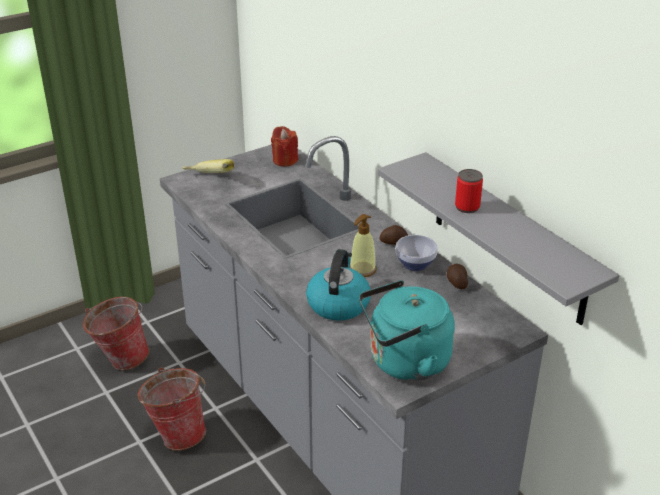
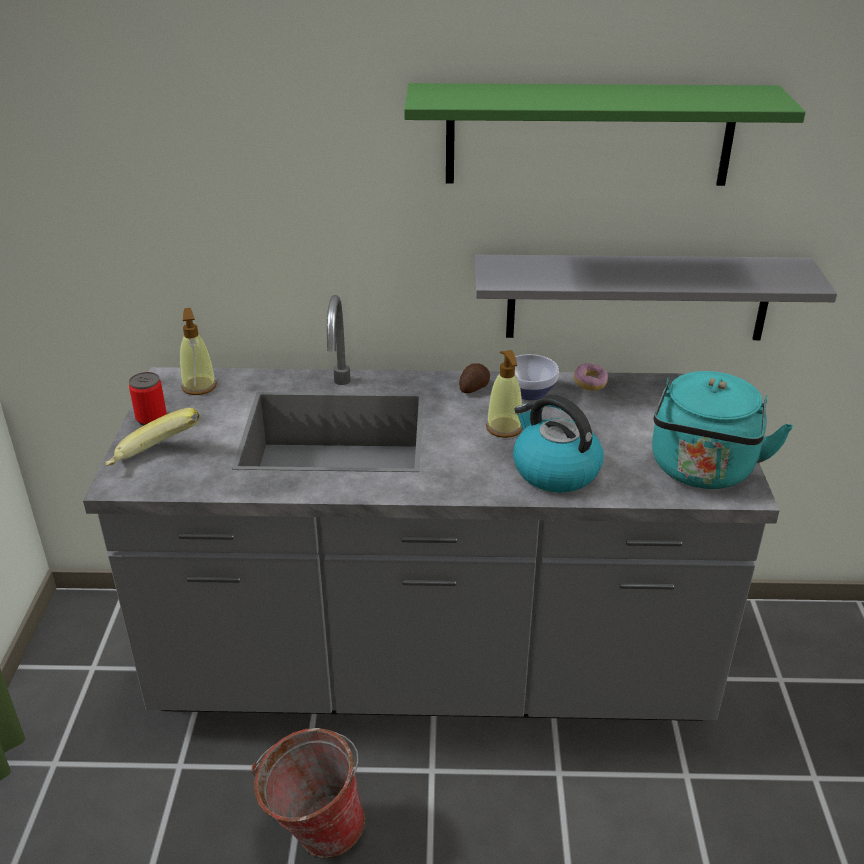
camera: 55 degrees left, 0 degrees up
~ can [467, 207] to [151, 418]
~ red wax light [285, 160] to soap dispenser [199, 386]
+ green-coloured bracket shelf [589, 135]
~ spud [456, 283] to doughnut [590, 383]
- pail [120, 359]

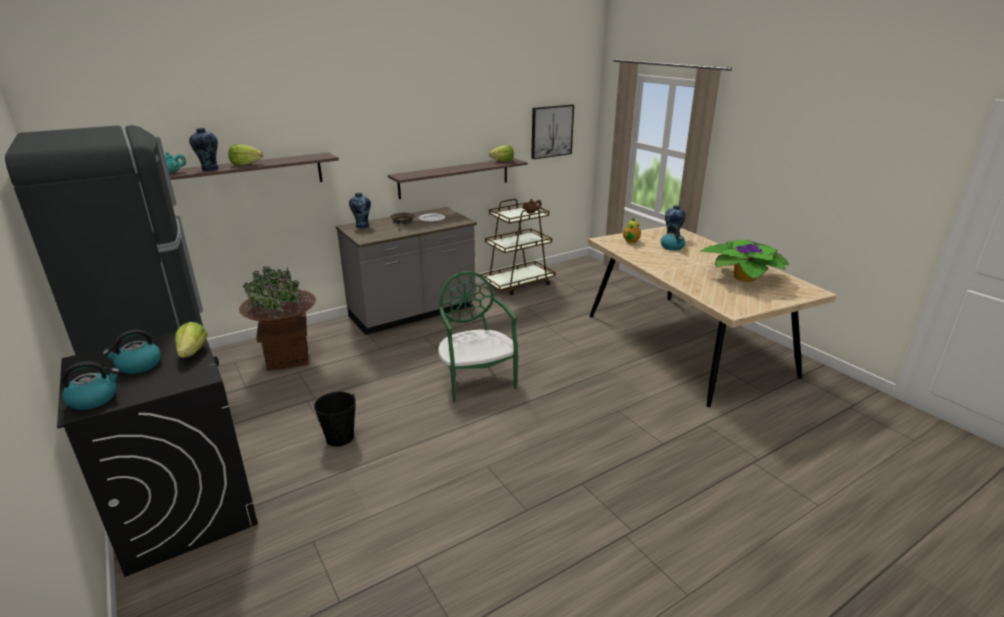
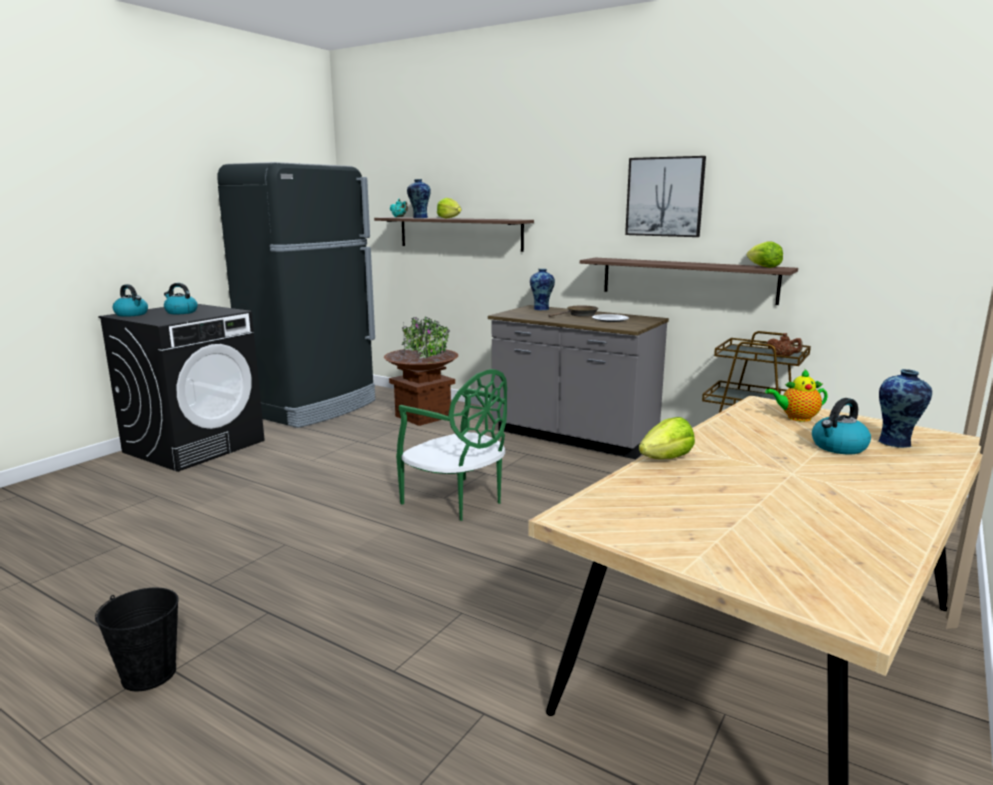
camera: 65 degrees right, 10 degrees down
~ black-coloured pail [339, 437] to [149, 673]
~ green-coloured upright chair [476, 380] = [457, 501] 90 degrees clockwise
~ picture [551, 131] to [664, 197]
~ lettuce [192, 352] to [666, 459]
- plant in a pot [742, 277]

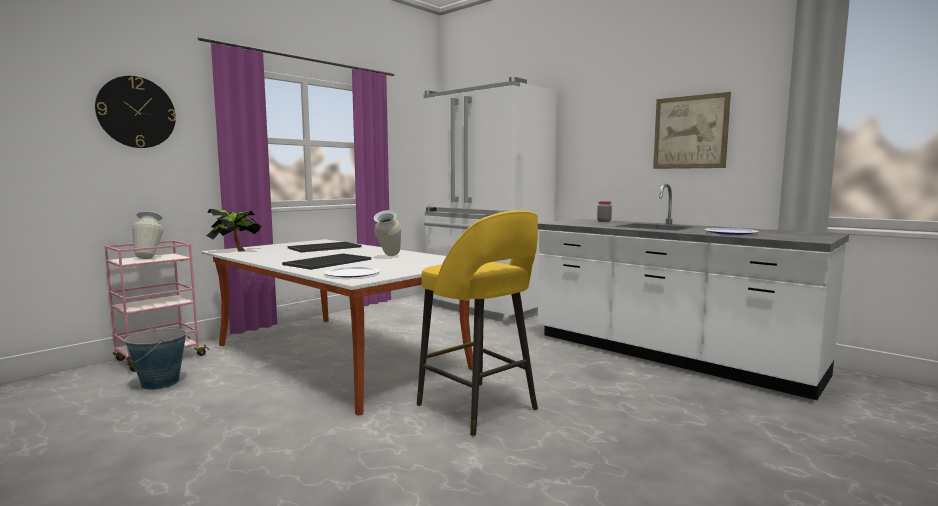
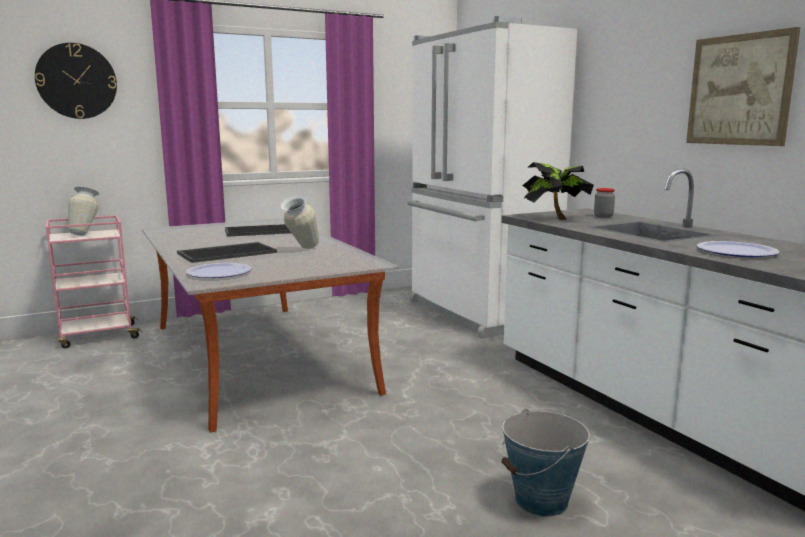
camera: 20 degrees right, 5 degrees up
~ pail [160, 383] to [541, 501]
~ plant in a pot [235, 251] to [553, 218]
- yellow-coloured stool [479, 408]

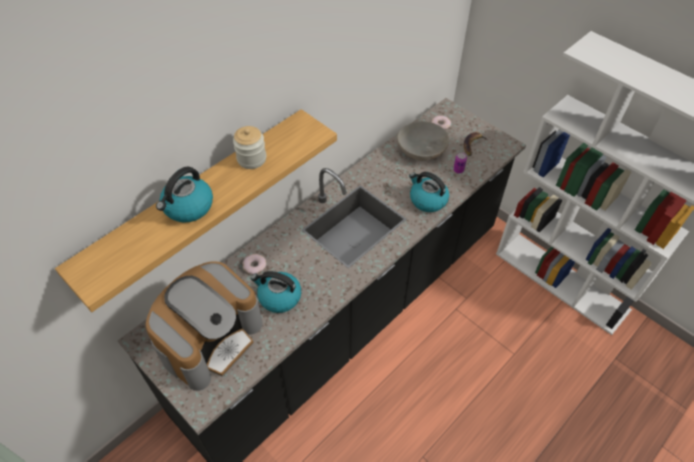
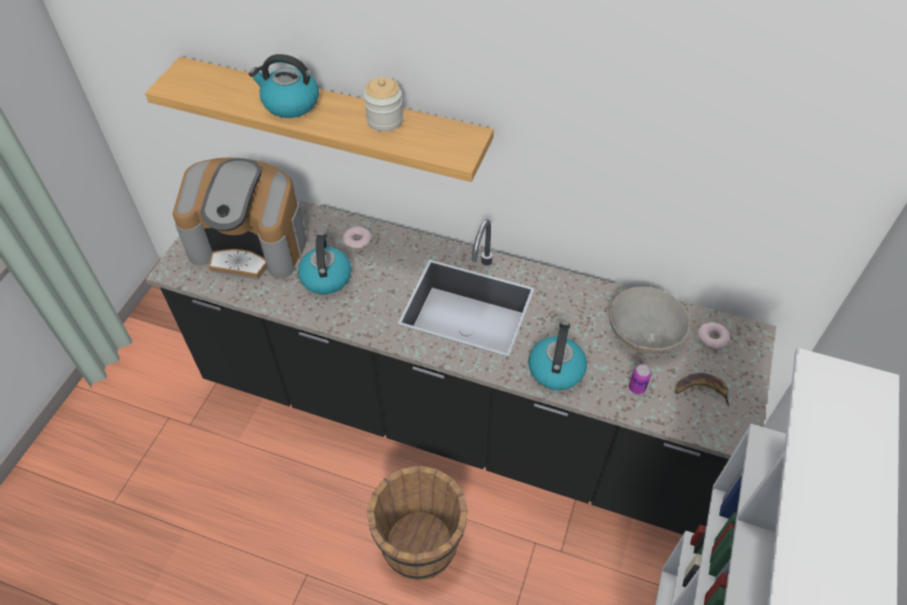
camera: 65 degrees right, 0 degrees up
+ brownish pail [420, 543]

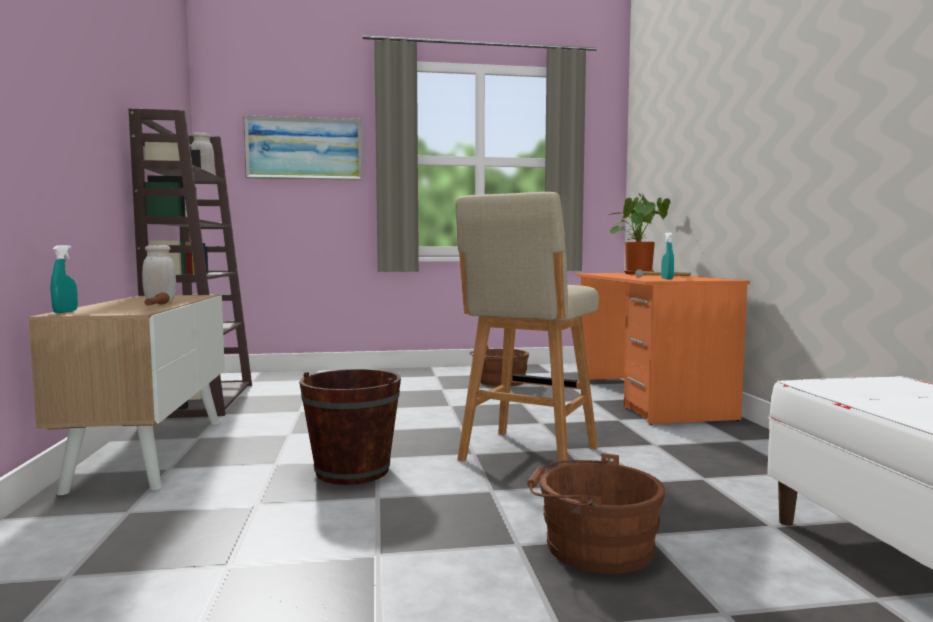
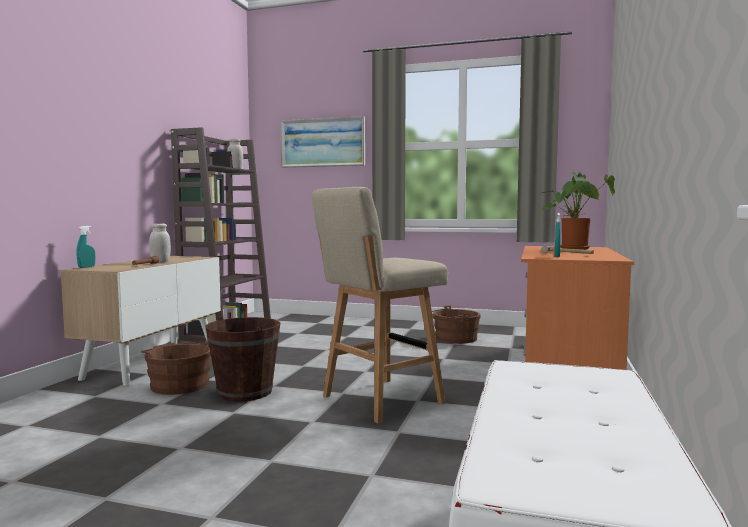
camera: 25 degrees right, 0 degrees up
~ brownish pail [592, 545] to [178, 384]

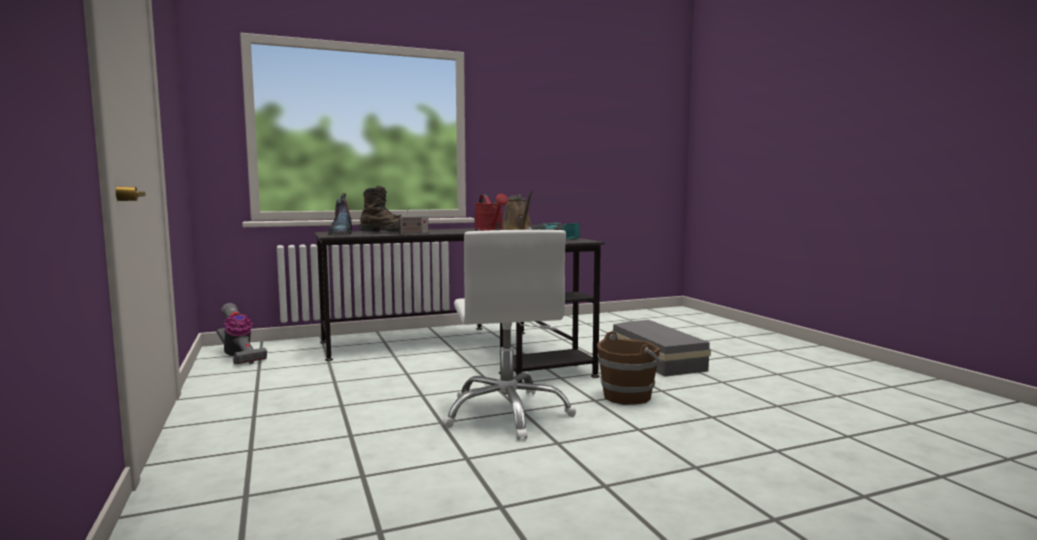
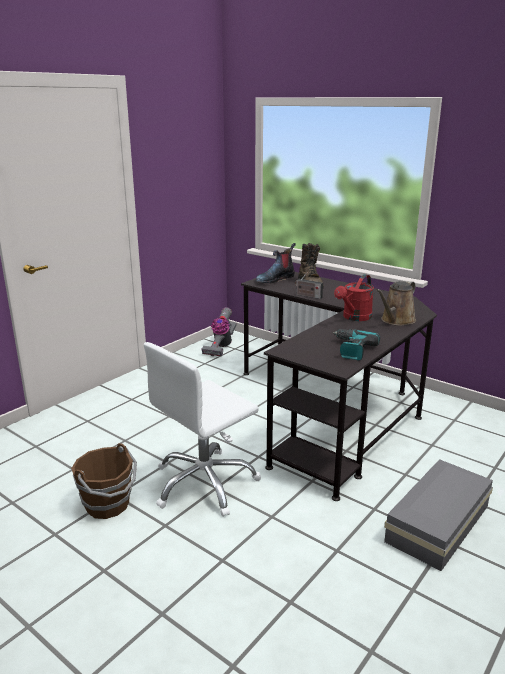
camera: 60 degrees right, 15 degrees up
~ brownish pail [628, 396] to [108, 505]

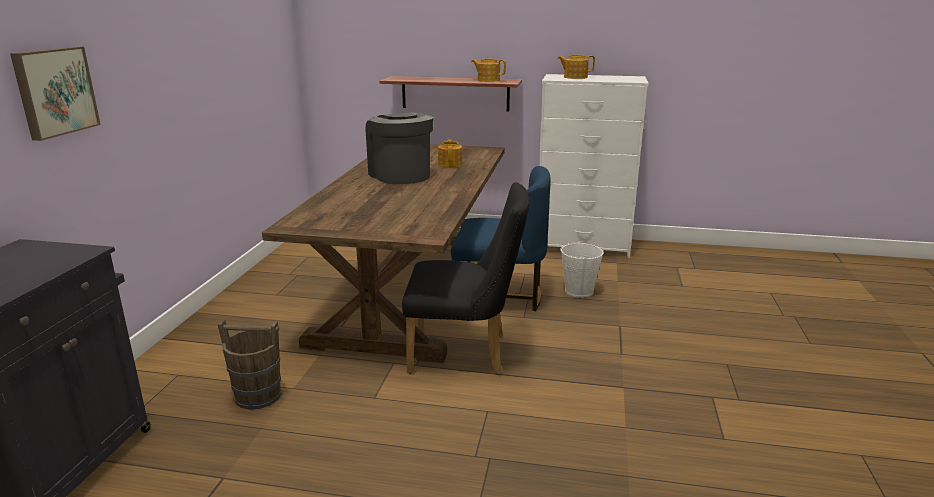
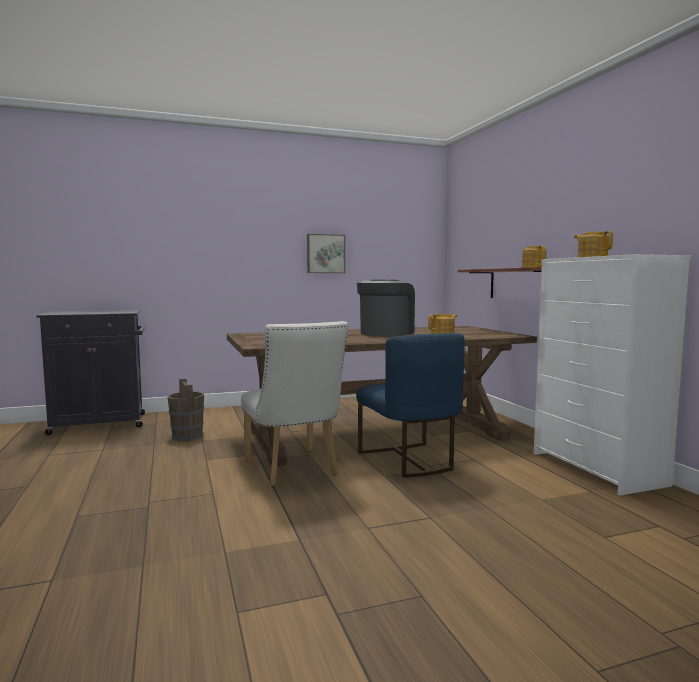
camera: 60 degrees right, 15 degrees down
~ black-coloured upright chair [466, 353] to white upright chair [294, 470]
~ picture [54, 91] to [325, 254]
- white pail [579, 291]

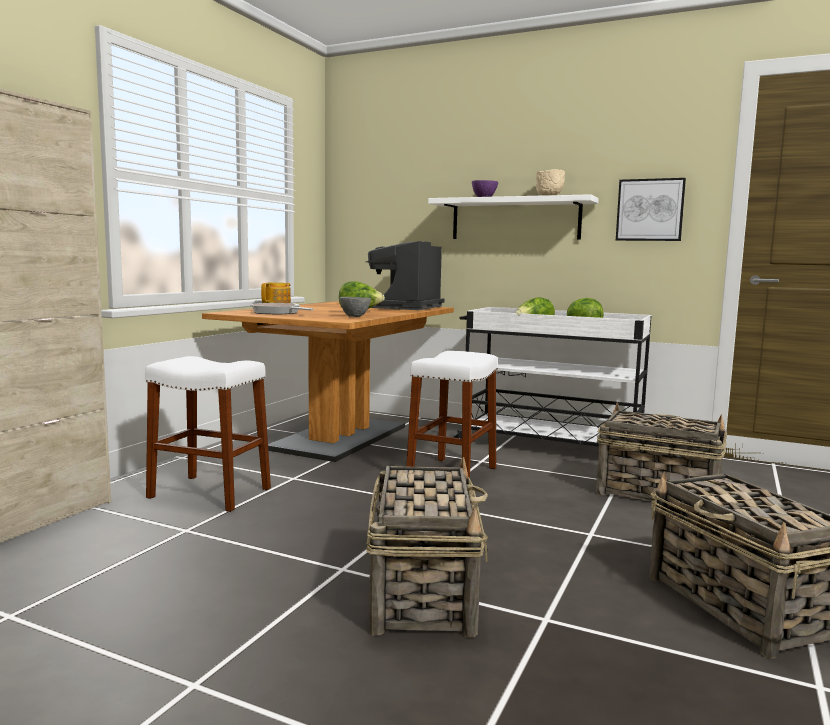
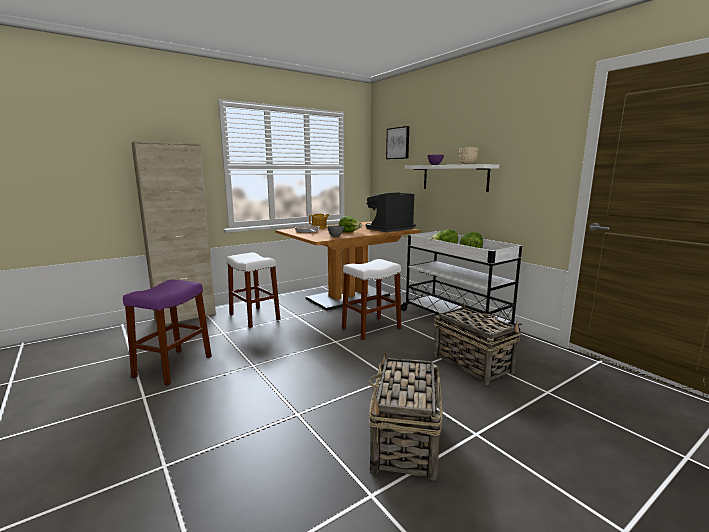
camera: 30 degrees right, 5 degrees up
+ purple-coloured stool [173, 366]
~ picture [650, 210] to [398, 143]
- storage basket [423, 591]

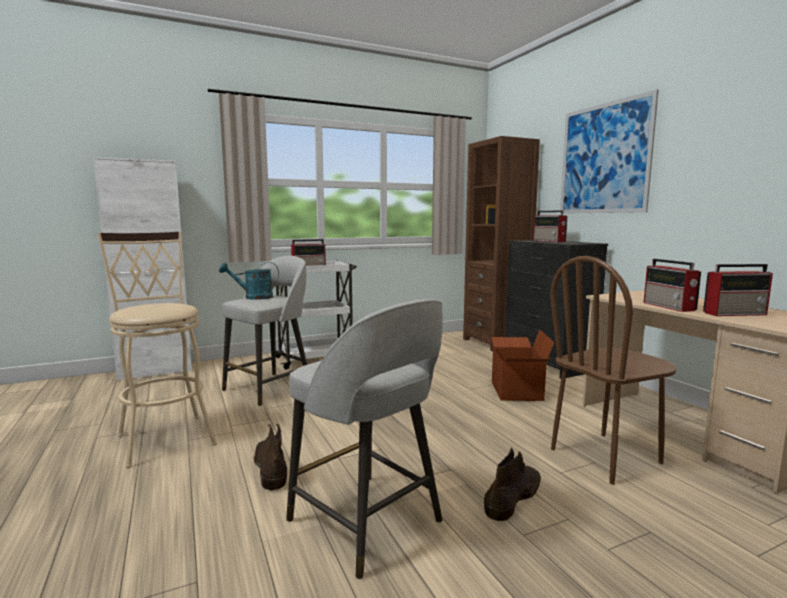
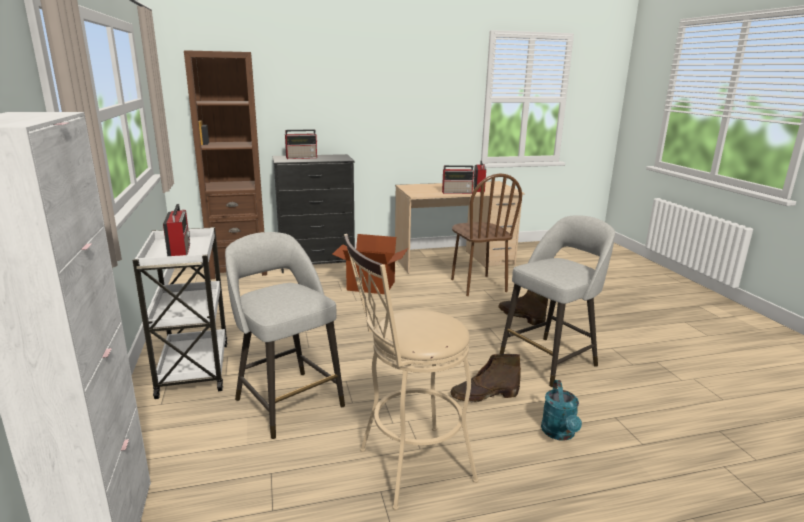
camera: 80 degrees left, 10 degrees up
~ turquoise watering can [253, 297] to [559, 434]
- picture [604, 159]

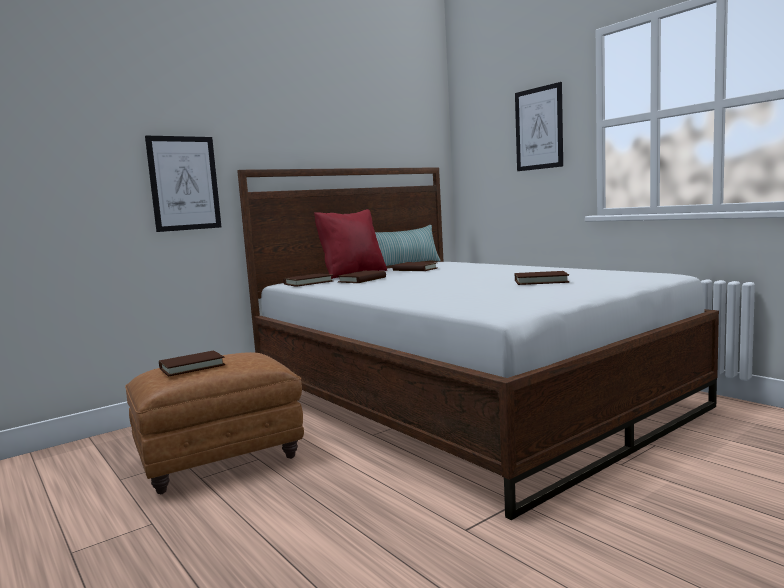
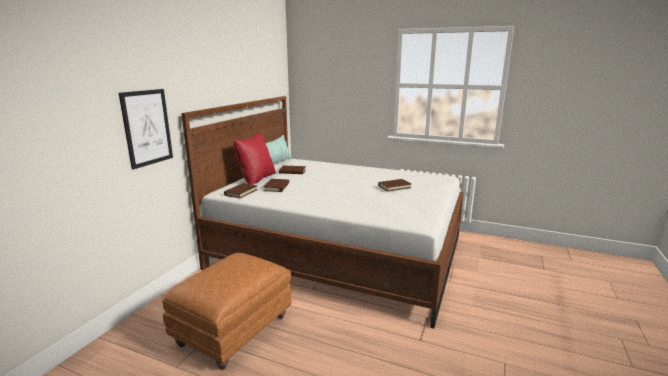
camera: 30 degrees left, 10 degrees up
- brownish volume [192, 367]
- picture [539, 128]

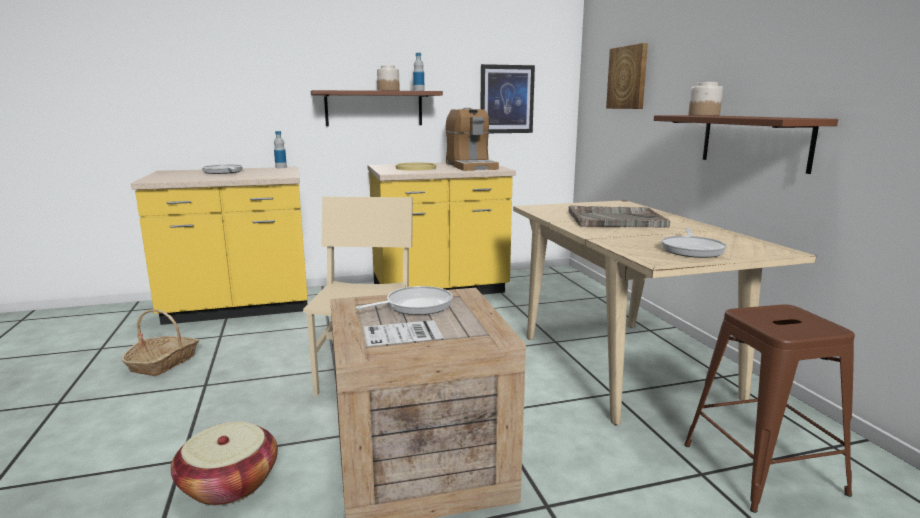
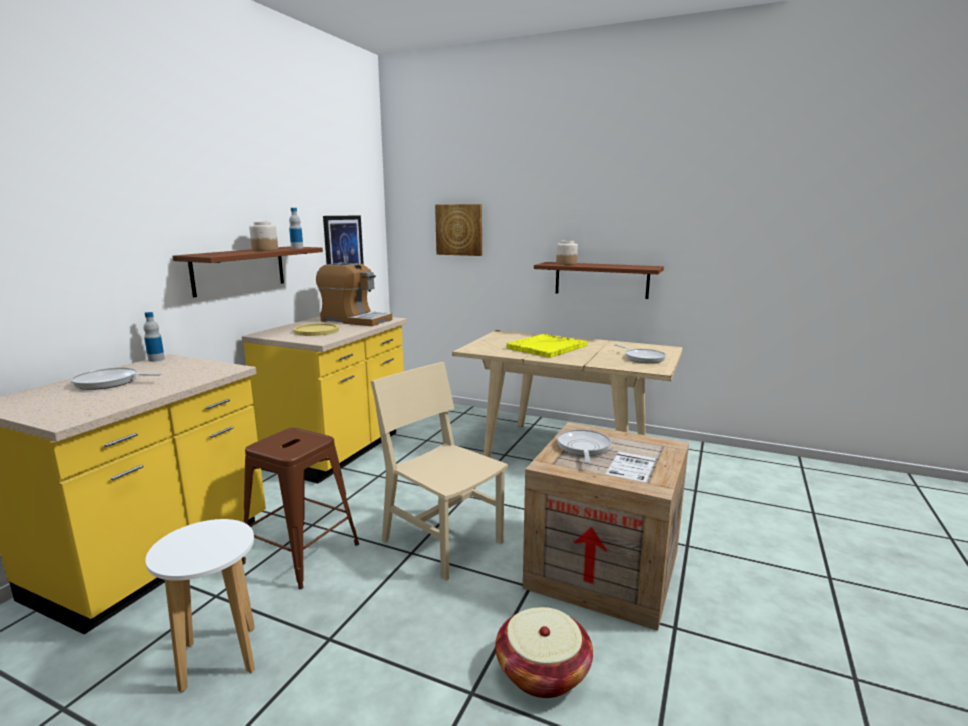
camera: 50 degrees left, 0 degrees up
~ storage basket [163, 363] to white stool [219, 657]
~ brownish stool [762, 468] to [301, 553]
~ gray serving tray [614, 219] to yellow-coloured serving tray [546, 347]

